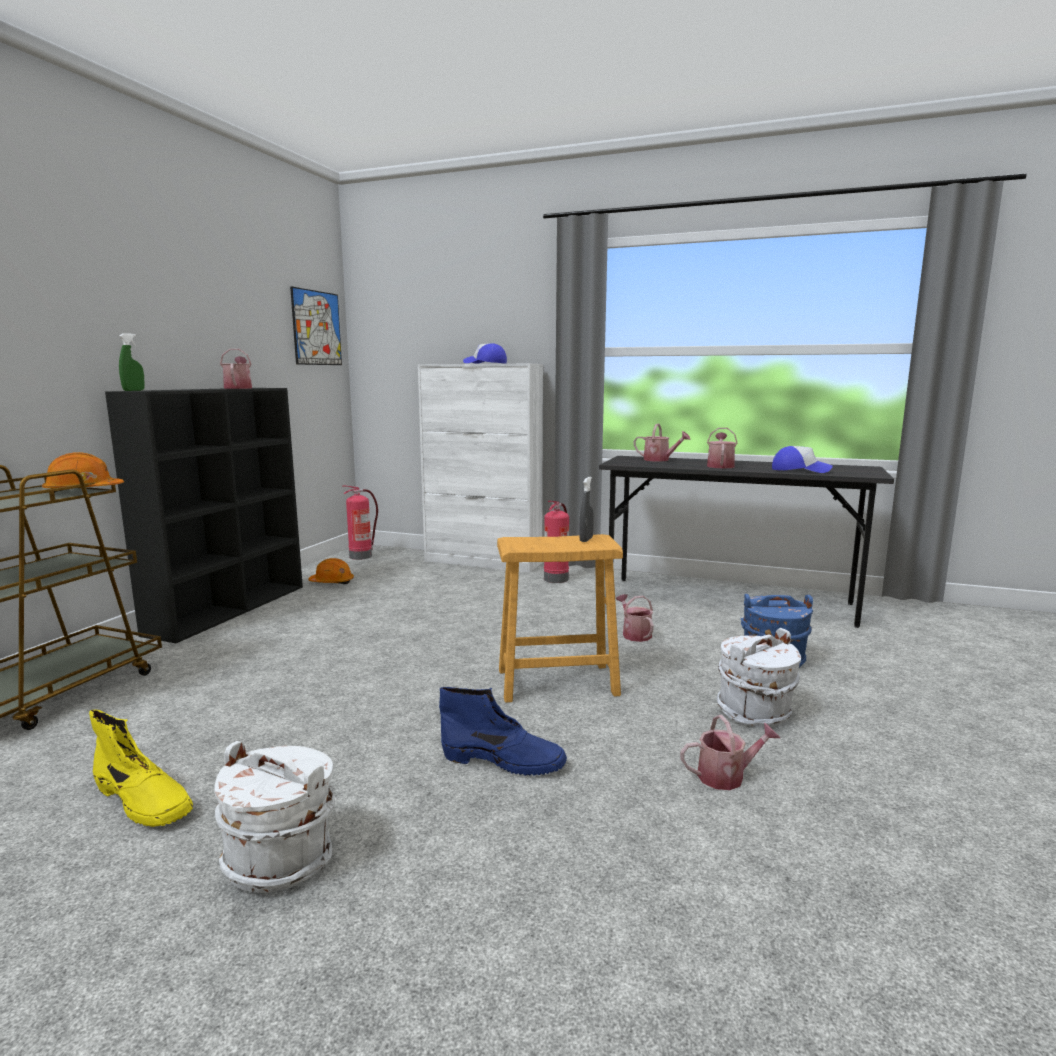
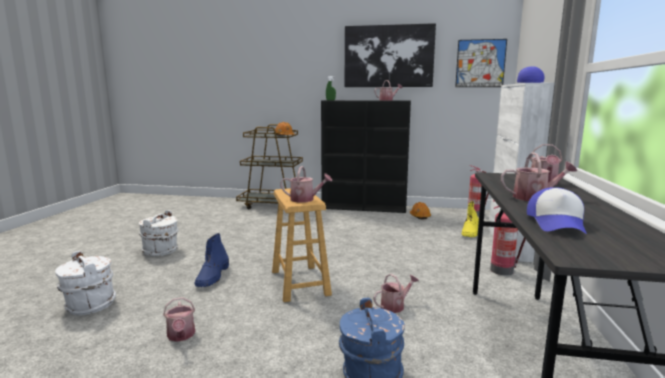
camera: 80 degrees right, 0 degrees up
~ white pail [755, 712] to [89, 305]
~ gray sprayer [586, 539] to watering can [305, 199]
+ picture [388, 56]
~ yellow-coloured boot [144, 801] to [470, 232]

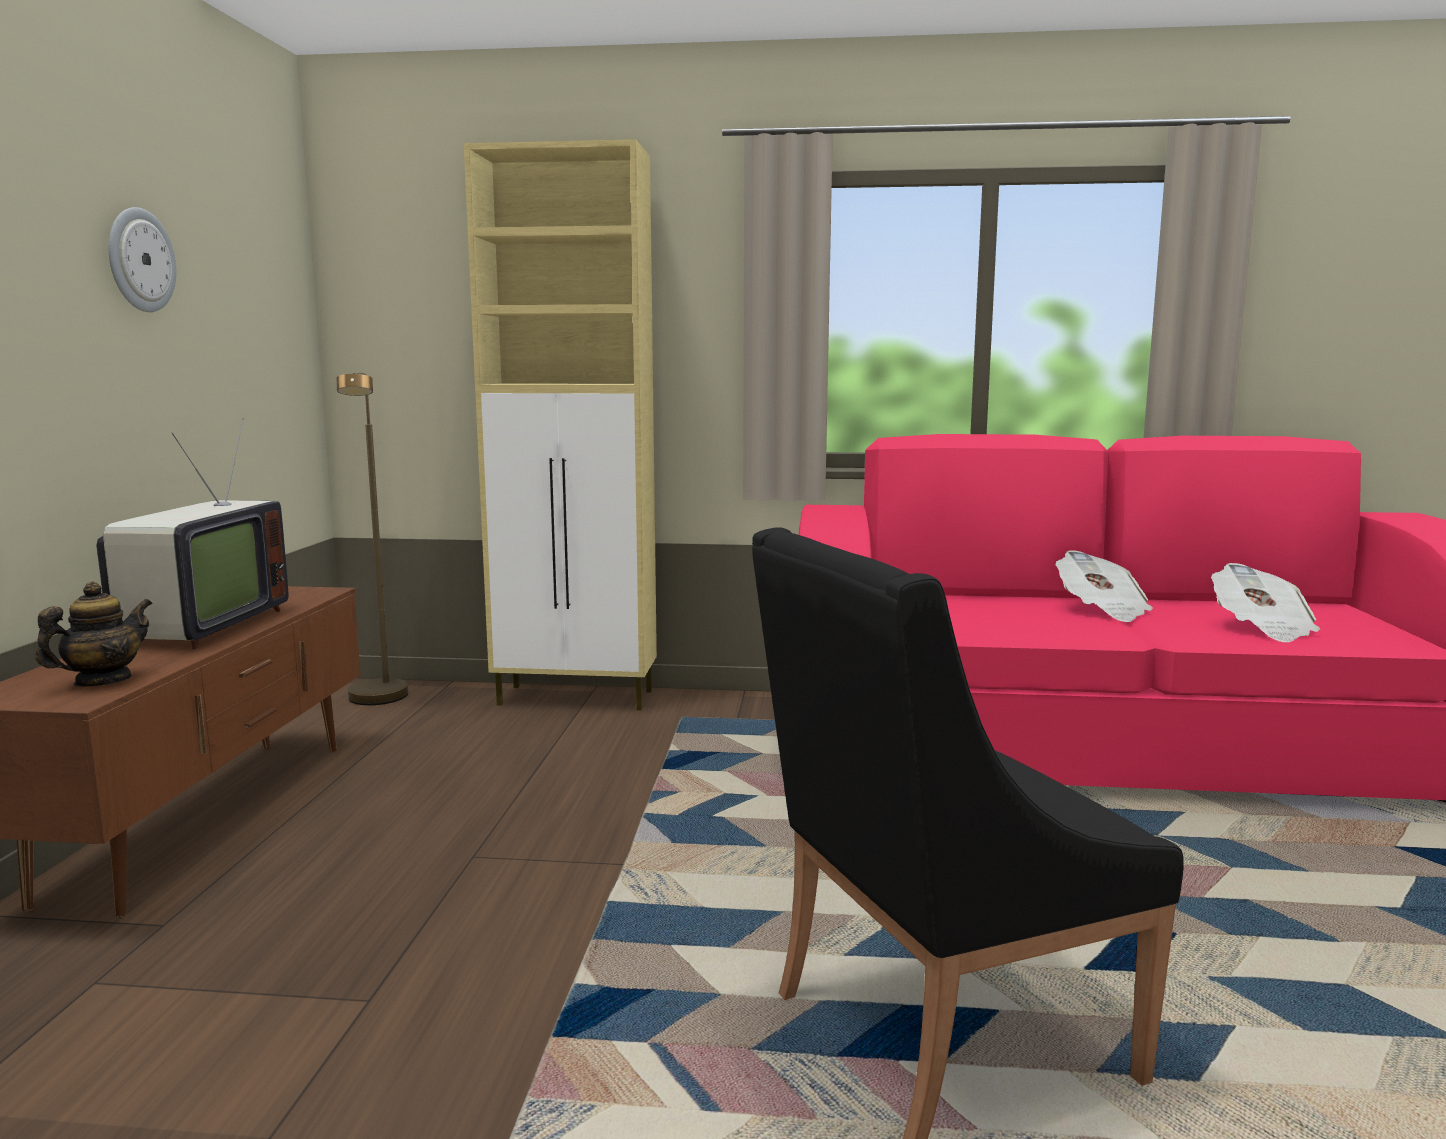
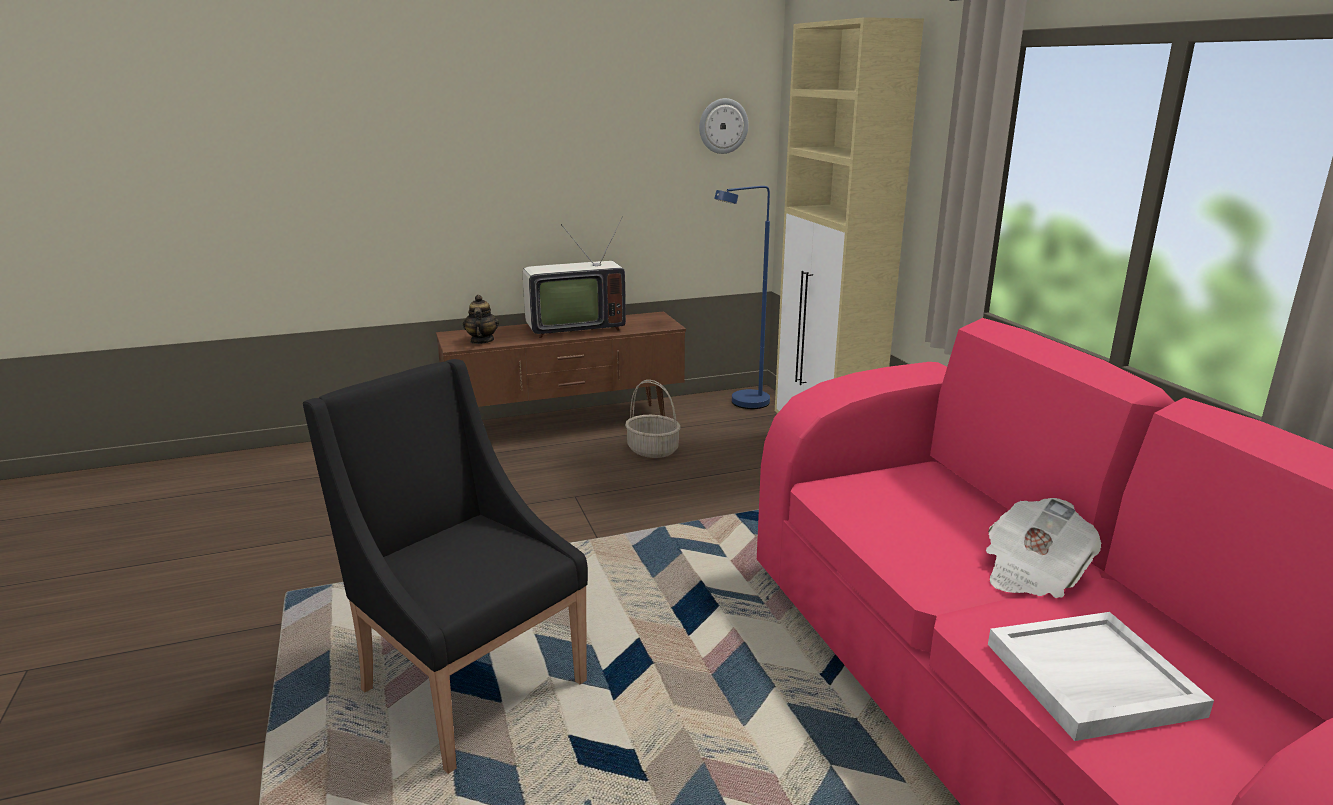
camera: 65 degrees right, 10 degrees up
~ pot for tea [102, 681] = [481, 341] 105 degrees counterclockwise
+ storage basket [653, 450]
~ hanging clock [140, 260] to [723, 126]
~ brownish standing lamp [379, 701] to blue-coloured standing lamp [743, 405]
~ newspaper [1261, 629] to white serving tray [1091, 680]

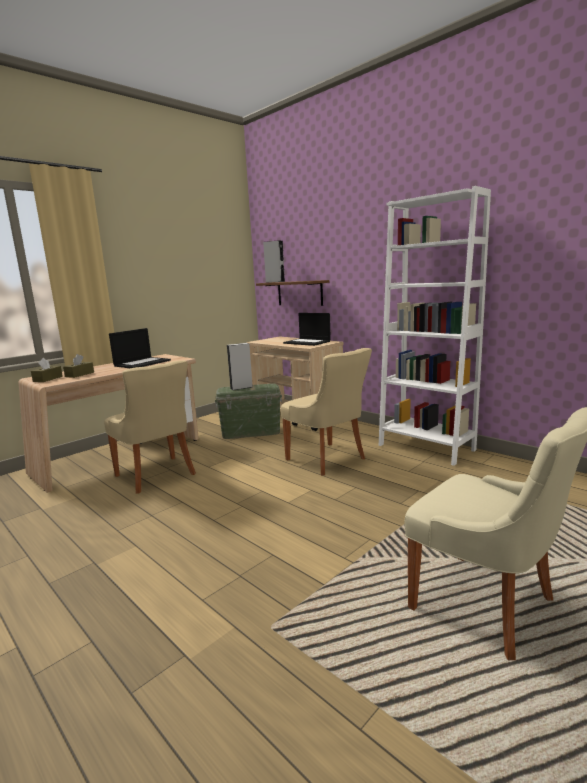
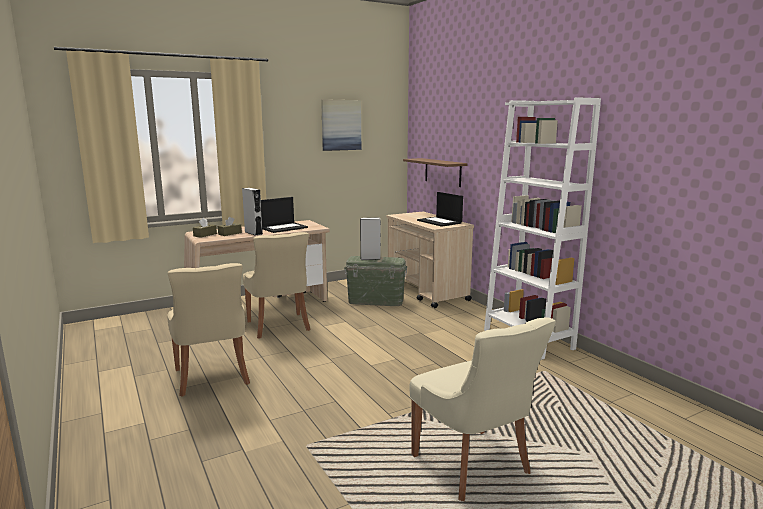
camera: 15 degrees right, 0 degrees up
~ beige upright chair [328, 459] to [212, 378]
~ gray audio speaker [275, 282] to [253, 233]
+ picture [341, 125]

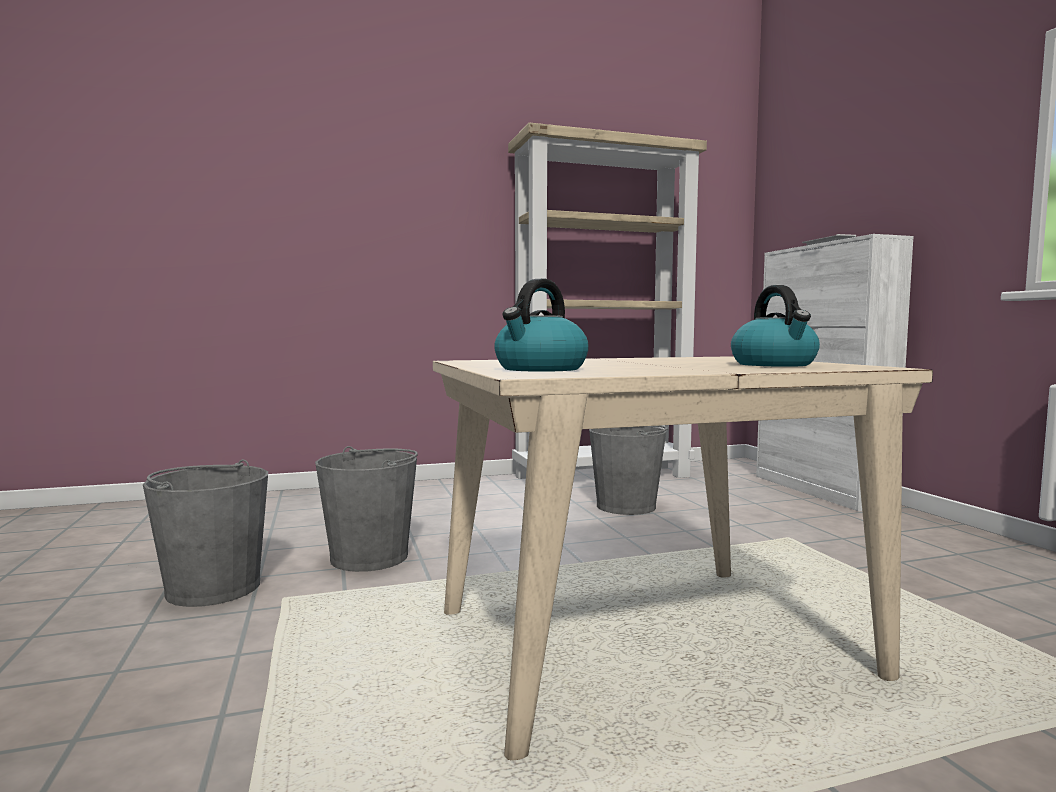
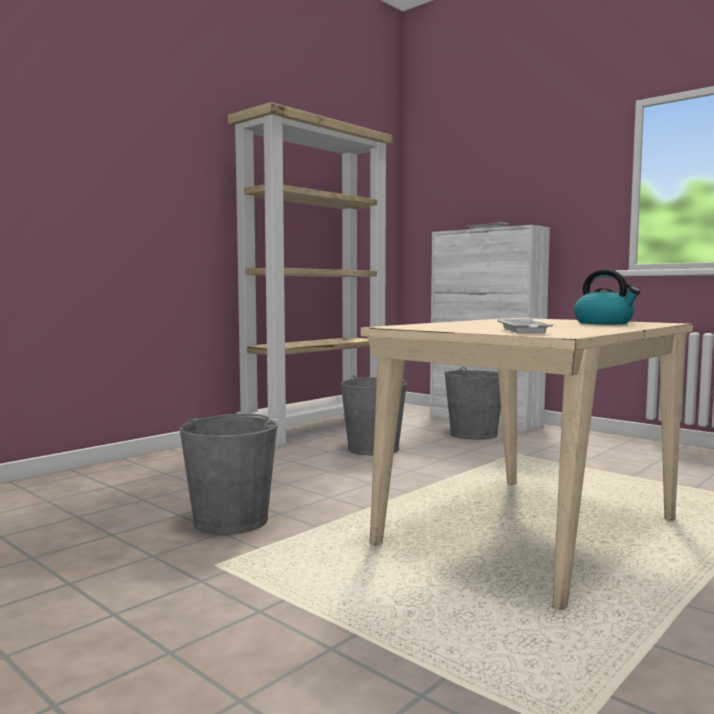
camera: 30 degrees left, 0 degrees up
~ gray pail [213, 588] to [473, 434]
~ kettle [540, 369] to white serving tray [523, 331]

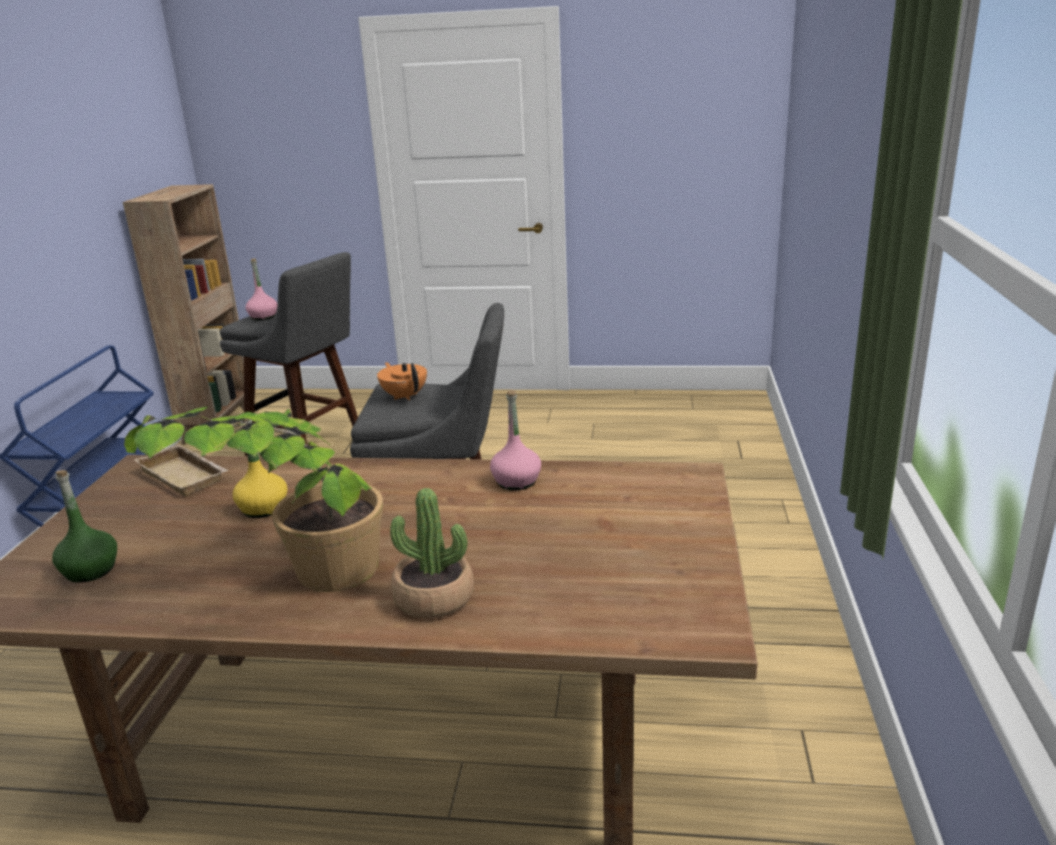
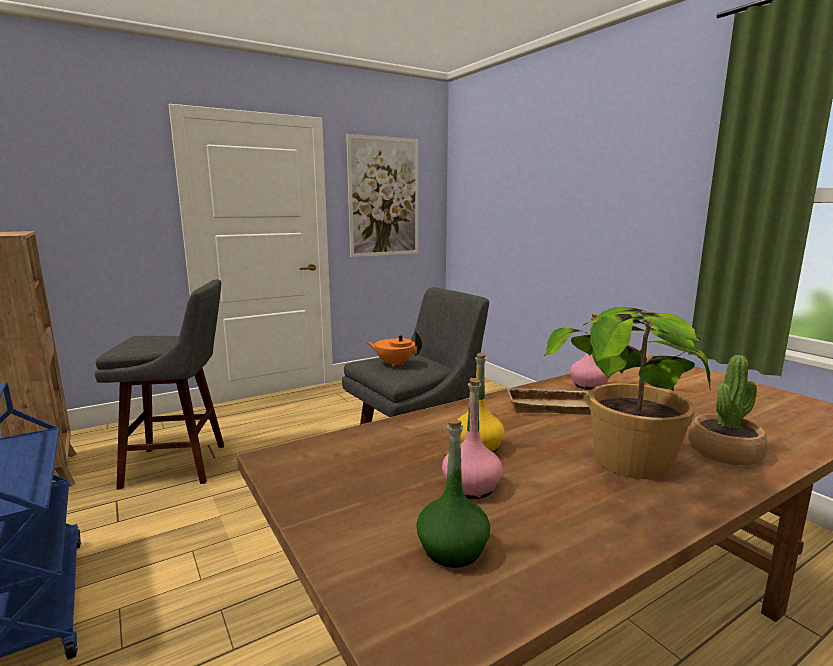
camera: 40 degrees left, 10 degrees down
+ picture [384, 197]
~ pink-coloured bottle [263, 317] to [471, 487]
~ beige serving tray [186, 475] to [551, 406]

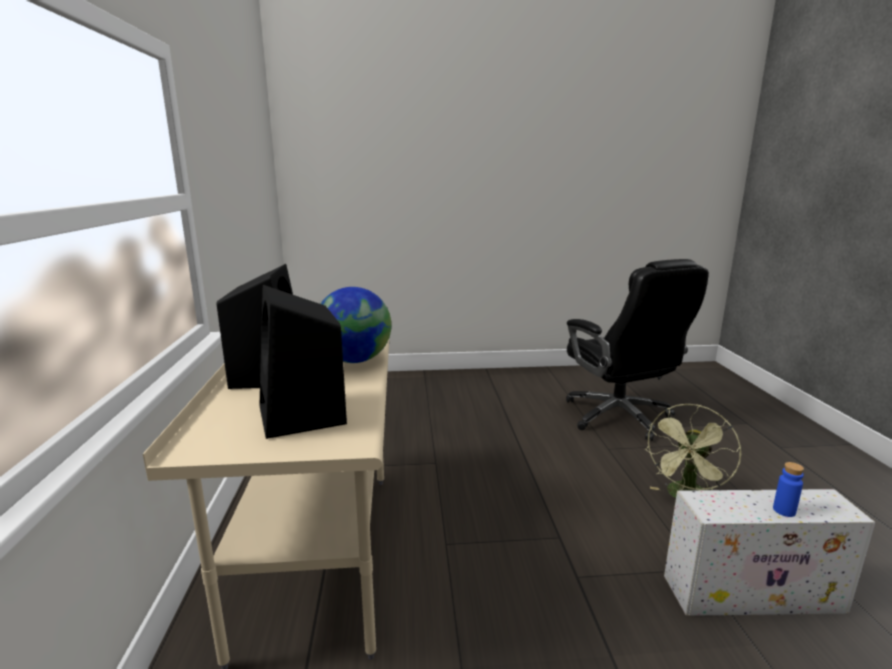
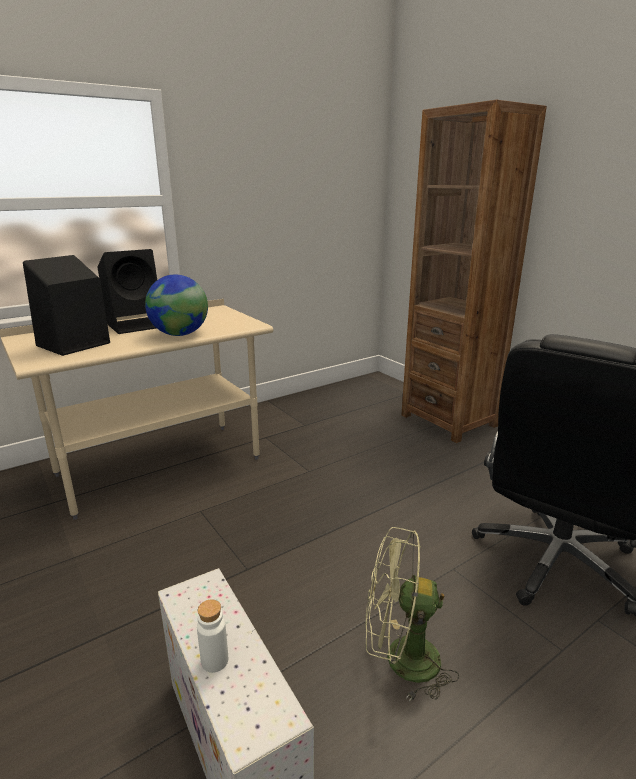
camera: 60 degrees right, 5 degrees up
~ blue-coloured bottle [784, 511] to white bottle [214, 661]
+ brownish shelving unit [449, 420]

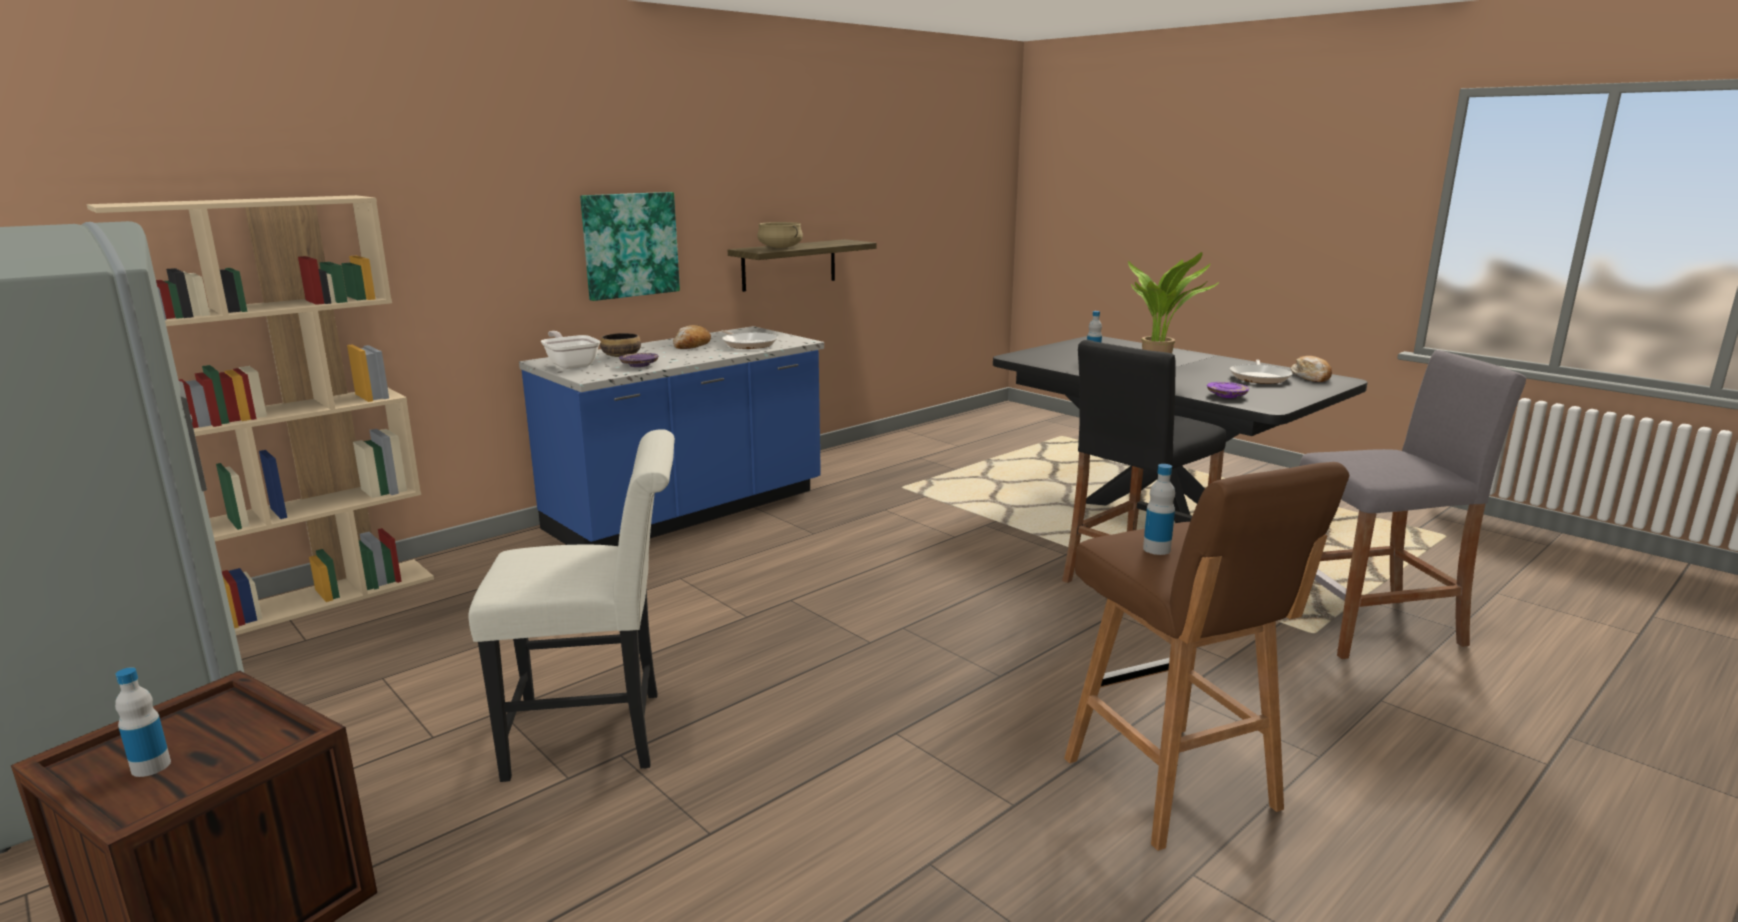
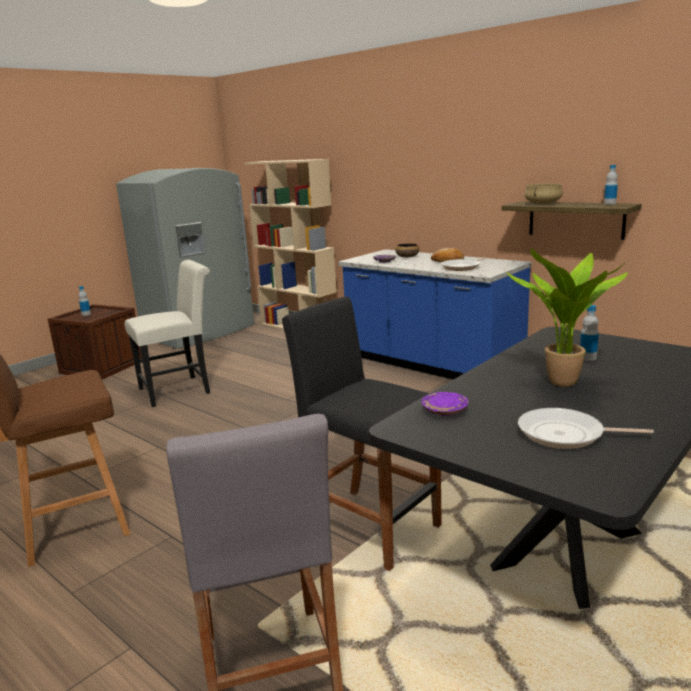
camera: 85 degrees right, 0 degrees up
~ white upright chair [599, 733] = [180, 390] 105 degrees counterclockwise
~ bottle [1156, 549] to [609, 203]
- skillet [571, 364]
- picture [630, 245]
- bakery bread [1311, 377]

